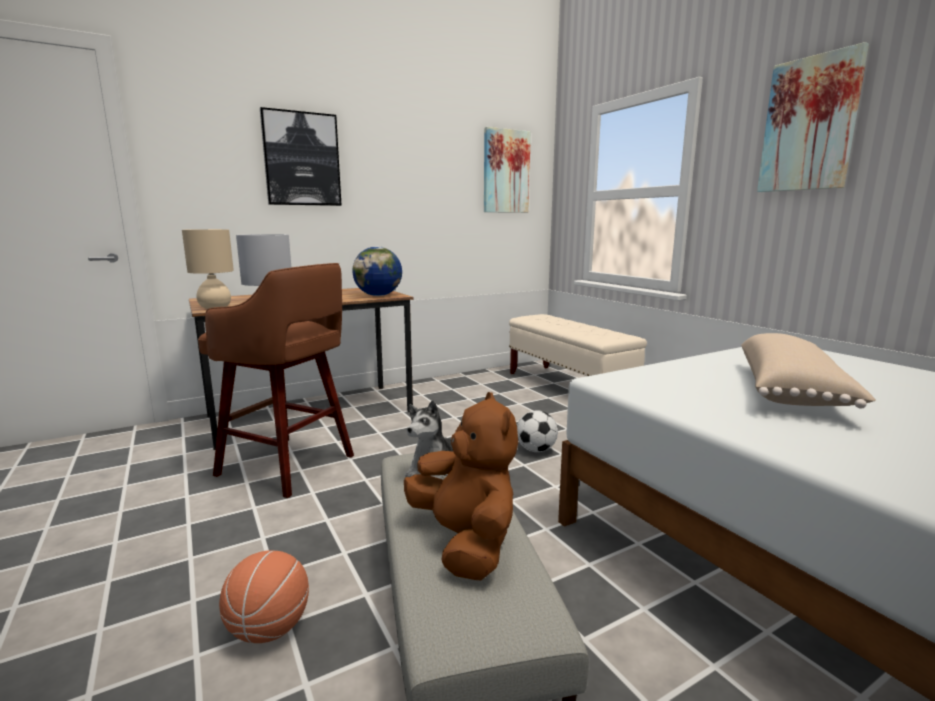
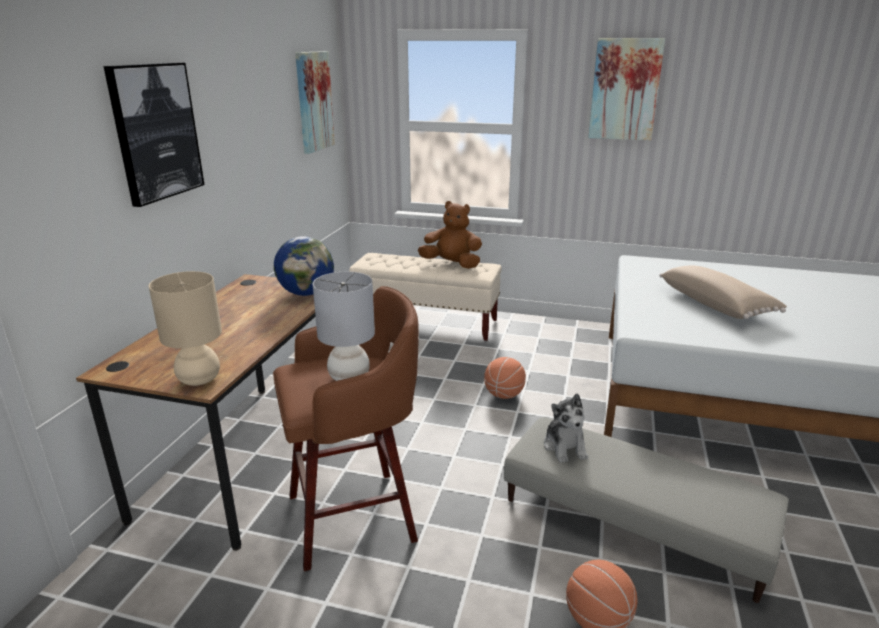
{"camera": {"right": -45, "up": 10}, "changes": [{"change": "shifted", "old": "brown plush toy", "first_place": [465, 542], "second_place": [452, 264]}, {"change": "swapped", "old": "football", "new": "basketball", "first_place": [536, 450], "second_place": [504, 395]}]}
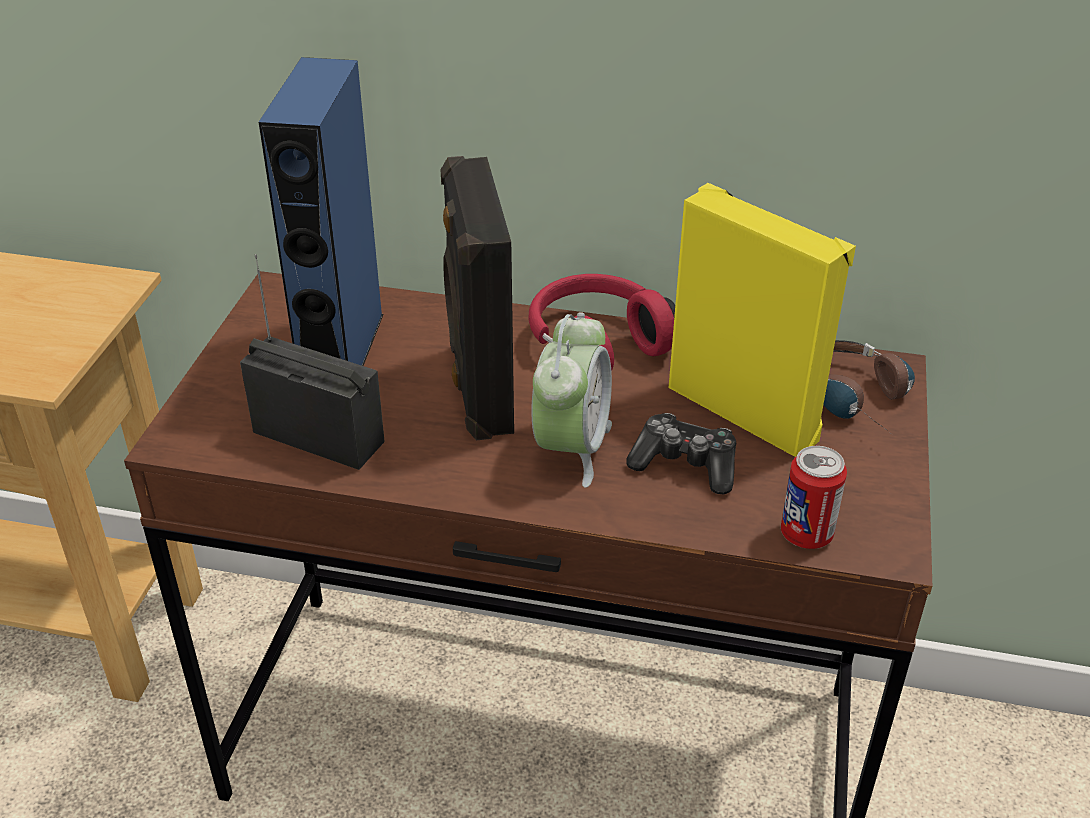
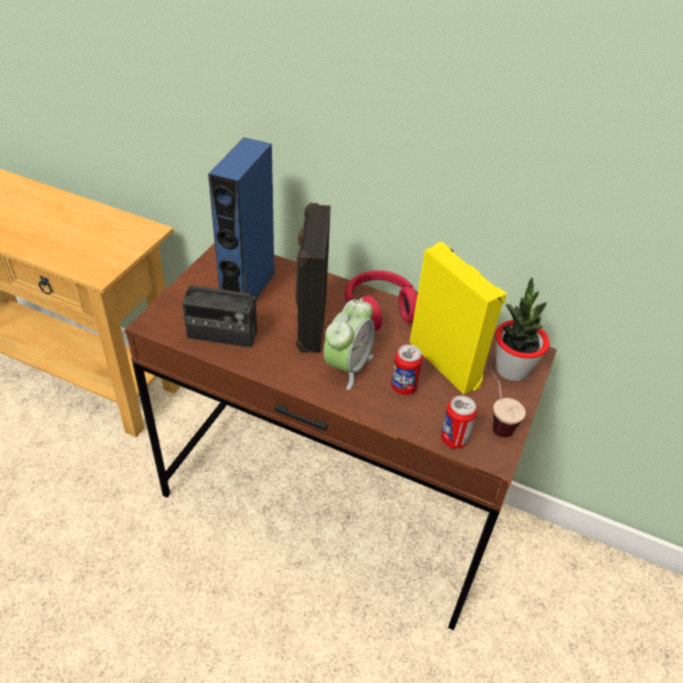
{"camera": {"right": 10, "up": 5}, "changes": [{"change": "rotated", "old": "radio", "first_place": [319, 436], "second_place": [222, 335], "degrees": 150}, {"change": "swapped", "old": "game controller", "new": "can", "first_place": [685, 465], "second_place": [403, 387]}, {"change": "new", "new": "cup", "second_place": [495, 420]}, {"change": "swapped", "old": "headphones", "new": "potted plant", "first_place": [862, 401], "second_place": [511, 369]}]}
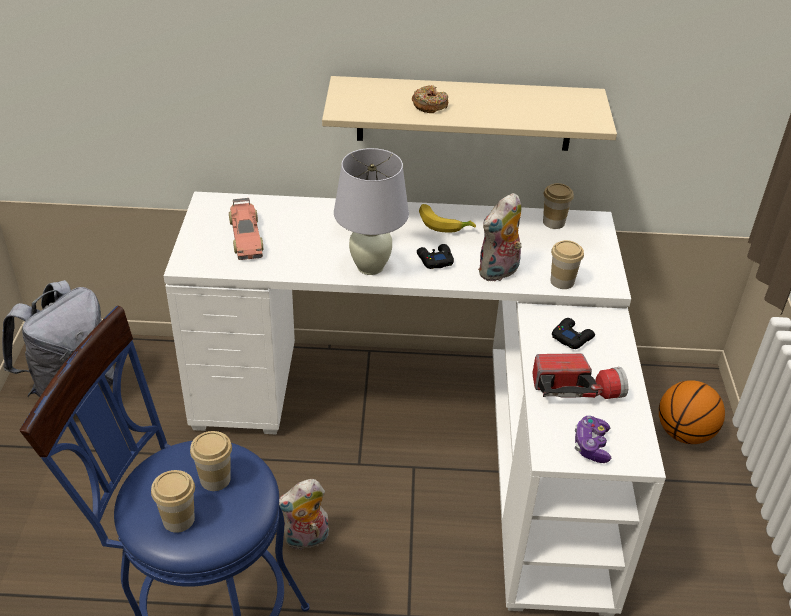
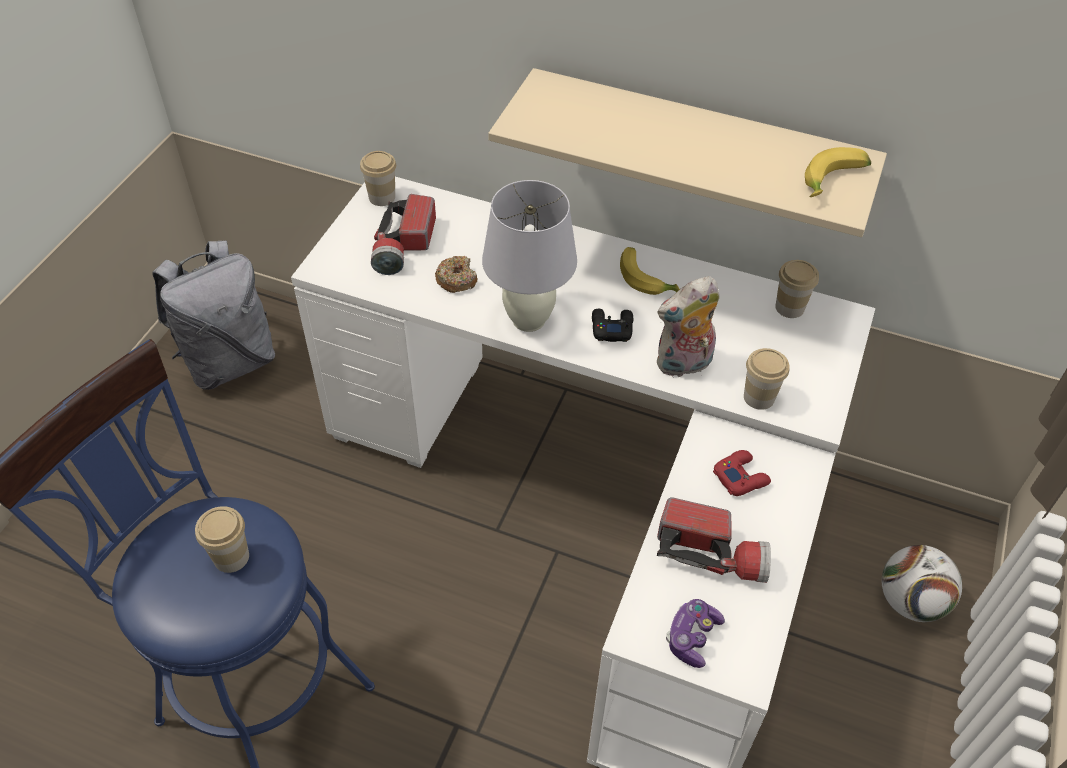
{"camera": {"right": 20, "up": 10}, "changes": [{"change": "shifted", "old": "cup", "first_place": [178, 519], "second_place": [382, 197]}, {"change": "swapped", "old": "toy car", "new": "flashlight", "first_place": [246, 237], "second_place": [404, 245]}, {"change": "shifted", "old": "donut", "first_place": [429, 105], "second_place": [456, 279]}, {"change": "repainted", "old": "black game controller", "new": "red game controller", "first_place": [572, 337], "second_place": [741, 477]}, {"change": "new", "new": "banana", "second_place": [834, 182]}, {"change": "swapped", "old": "basketball", "new": "football", "first_place": [683, 433], "second_place": [910, 601]}, {"change": "gone", "old": "plush toy", "first_place": [306, 540]}]}
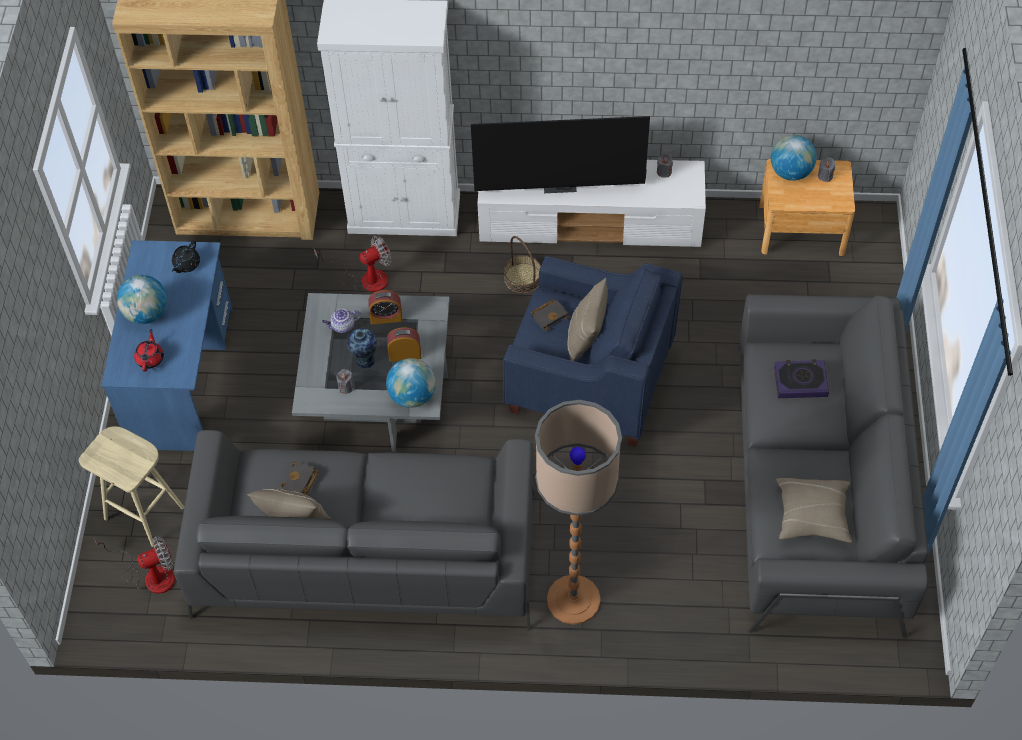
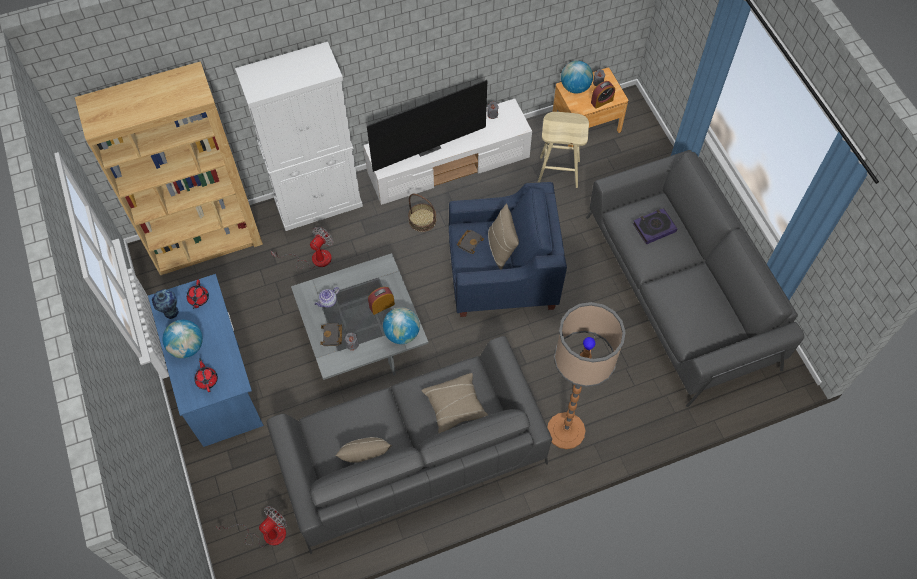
{"camera": {"right": -25, "up": 5}, "changes": [{"change": "shifted", "old": "vase", "first_place": [364, 361], "second_place": [171, 313]}, {"change": "repainted", "old": "black teapot", "new": "red teapot", "first_place": [186, 264], "second_place": [198, 299]}, {"change": "shifted", "old": "black book", "first_place": [300, 481], "second_place": [332, 336]}, {"change": "shifted", "old": "beige pillow", "first_place": [812, 516], "second_place": [455, 407]}, {"change": "shifted", "old": "beige stool", "first_place": [145, 513], "second_place": [559, 171]}, {"change": "shifted", "old": "alarm clock", "first_place": [386, 317], "second_place": [602, 101]}]}
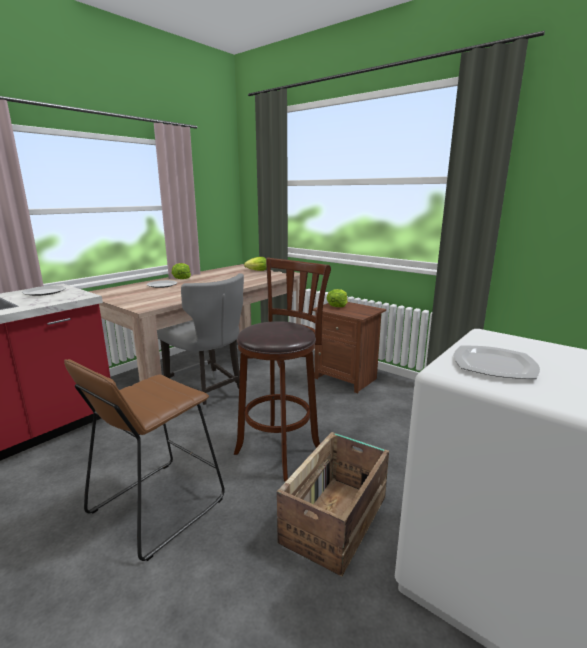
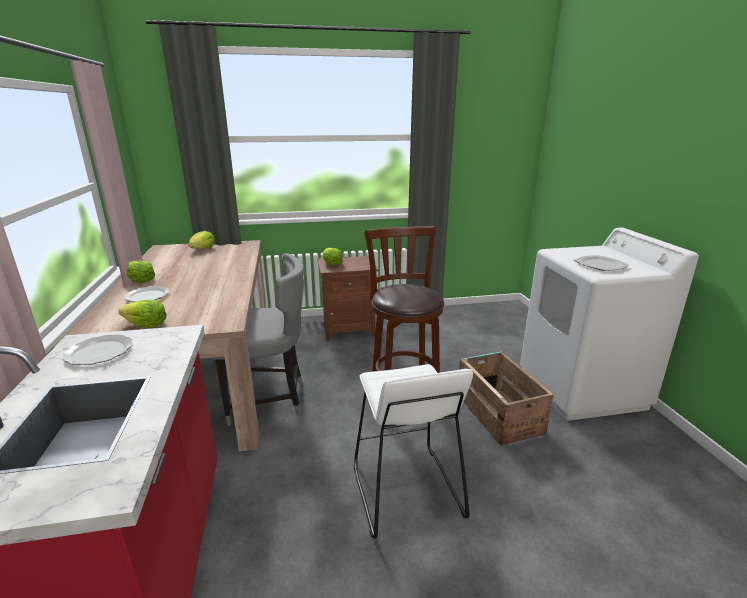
{"camera": {"right": -50, "up": 5}, "changes": [{"change": "new", "new": "lettuce", "second_place": [146, 325]}, {"change": "repainted", "old": "brown stool", "new": "white stool", "first_place": [157, 505], "second_place": [405, 490]}]}
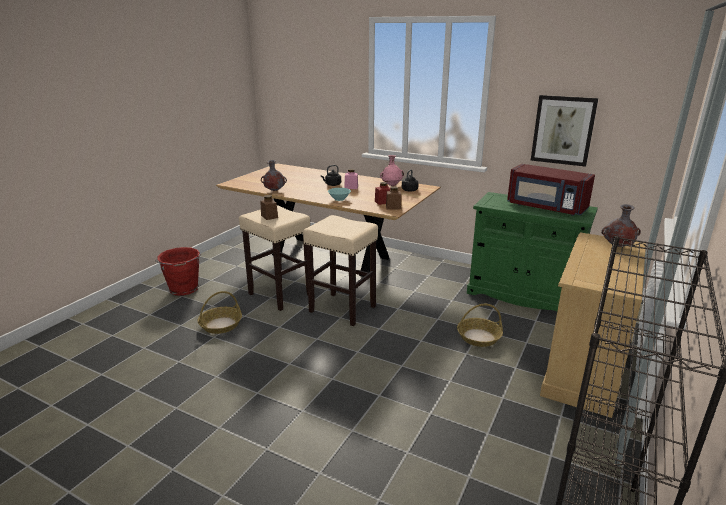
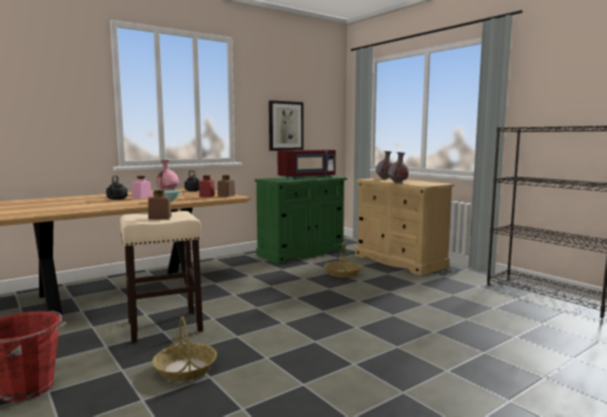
{"camera": {"right": -65, "up": -15}, "changes": [{"change": "shifted", "old": "grey vase", "first_place": [274, 191], "second_place": [397, 182]}, {"change": "gone", "old": "beige stool", "first_place": [341, 309]}]}
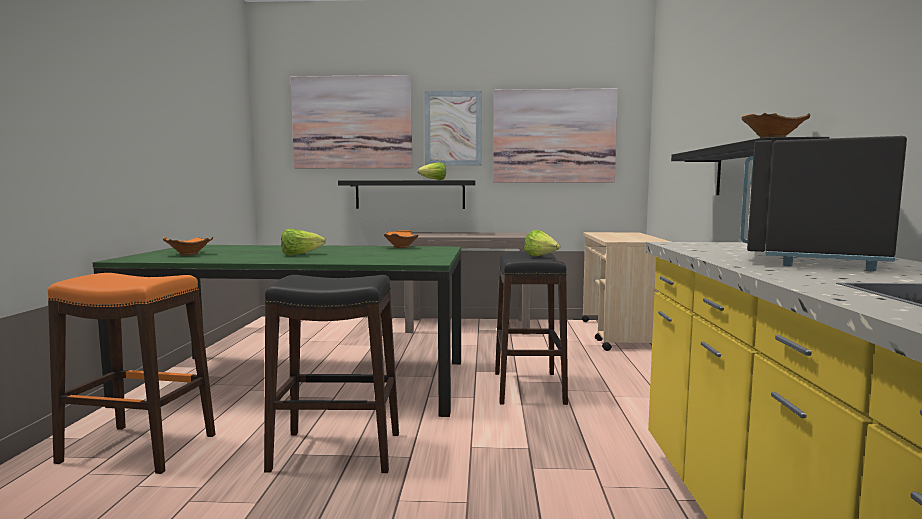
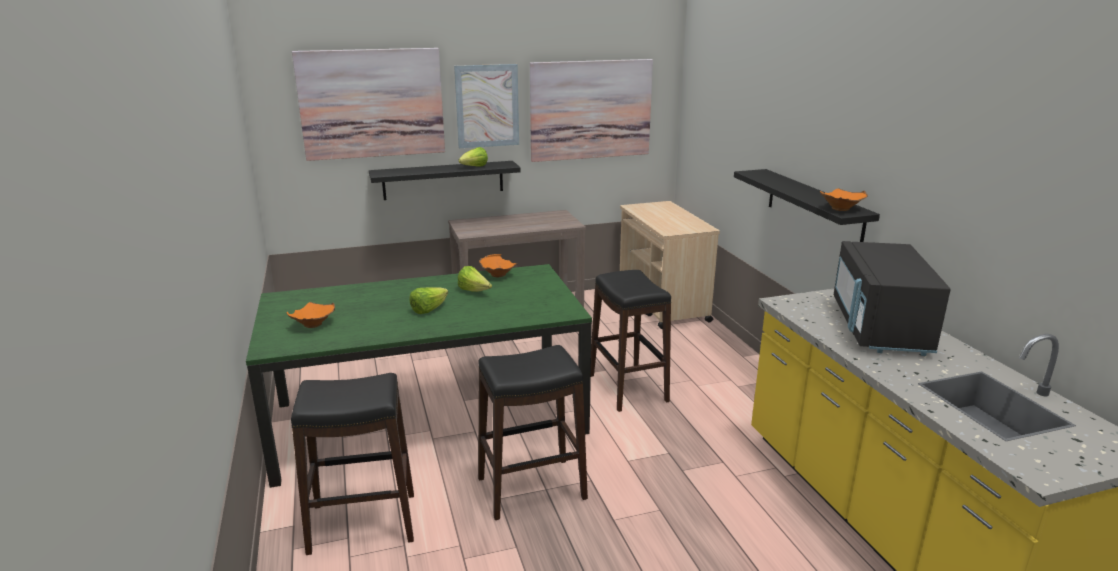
{"camera": {"right": -20, "up": 15}, "changes": [{"change": "repainted", "old": "orange stool", "new": "black stool", "first_place": [138, 448], "second_place": [362, 523]}, {"change": "shifted", "old": "lettuce", "first_place": [541, 257], "second_place": [474, 291]}]}
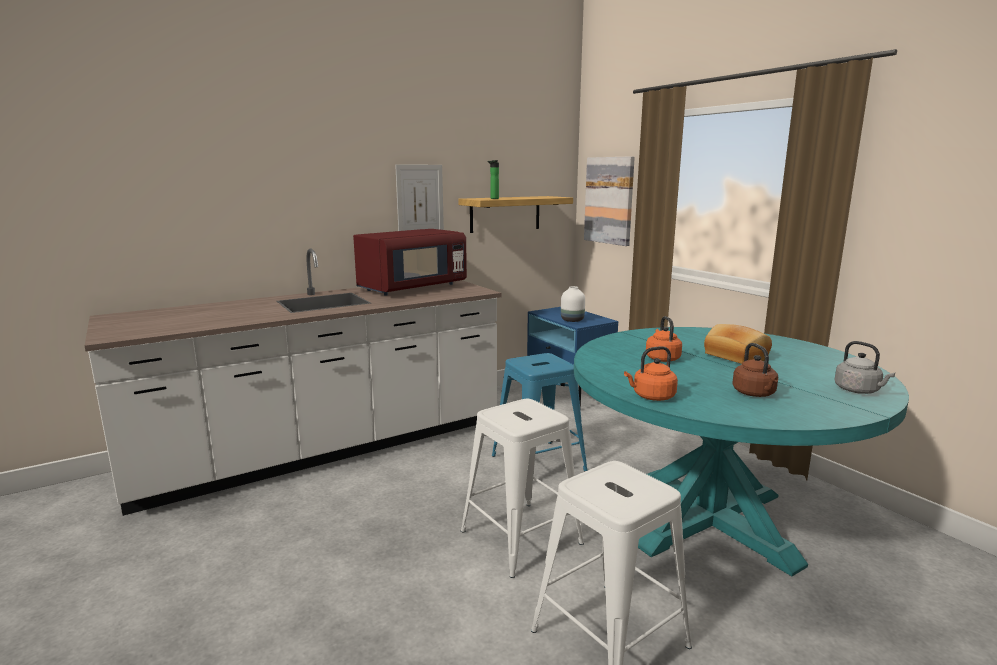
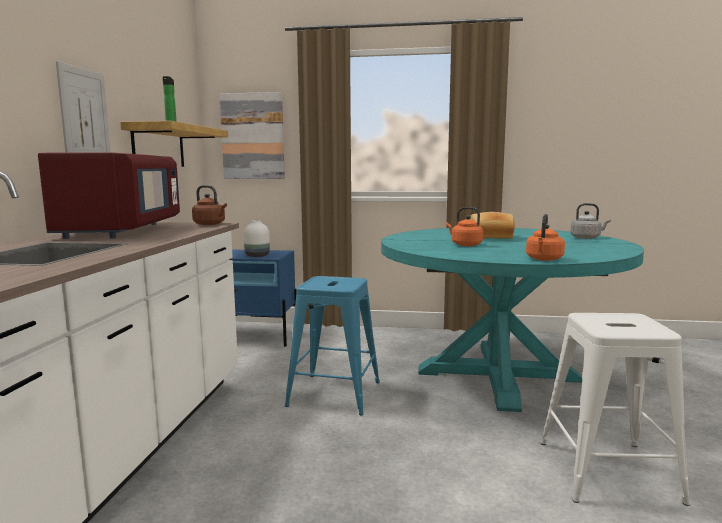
{"camera": {"right": -50, "up": -5}, "changes": [{"change": "shifted", "old": "brown kettle", "first_place": [755, 394], "second_place": [210, 224]}, {"change": "gone", "old": "white stool", "first_place": [522, 537]}]}
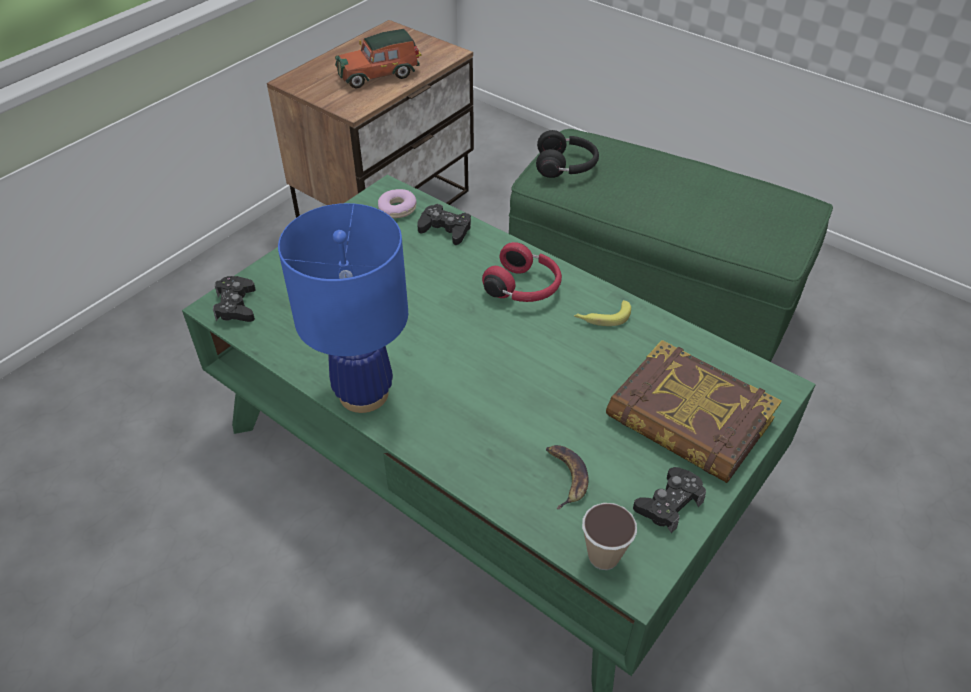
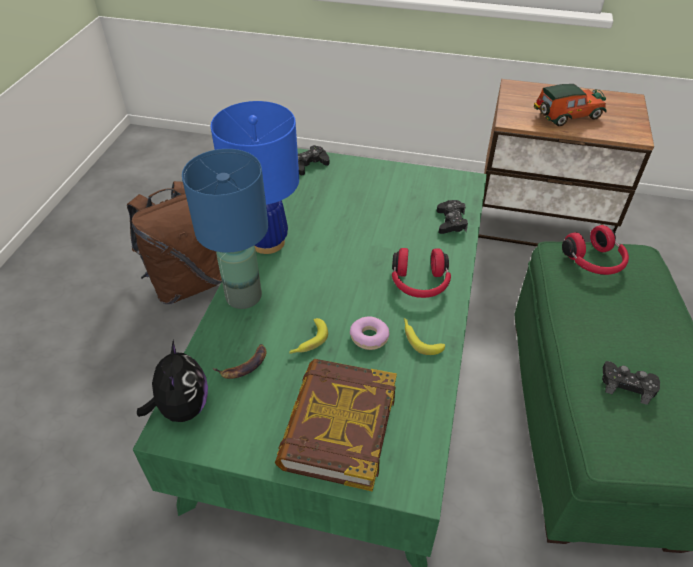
{"camera": {"right": 65, "up": 0}, "changes": [{"change": "new", "new": "brown backpack", "second_place": [187, 283]}, {"change": "swapped", "old": "cup", "new": "plush toy", "first_place": [603, 556], "second_place": [182, 407]}, {"change": "new", "new": "blue table lamp", "second_place": [243, 297]}, {"change": "new", "new": "banana", "second_place": [308, 341]}, {"change": "shifted", "old": "donut", "first_place": [397, 209], "second_place": [369, 337]}, {"change": "rotated", "old": "toy car", "first_place": [380, 74], "second_place": [566, 116], "degrees": 120}, {"change": "repainted", "old": "black headphones", "new": "red headphones", "first_place": [566, 167], "second_place": [594, 262]}, {"change": "shifted", "old": "black game controller", "first_place": [669, 503], "second_place": [627, 385]}]}
